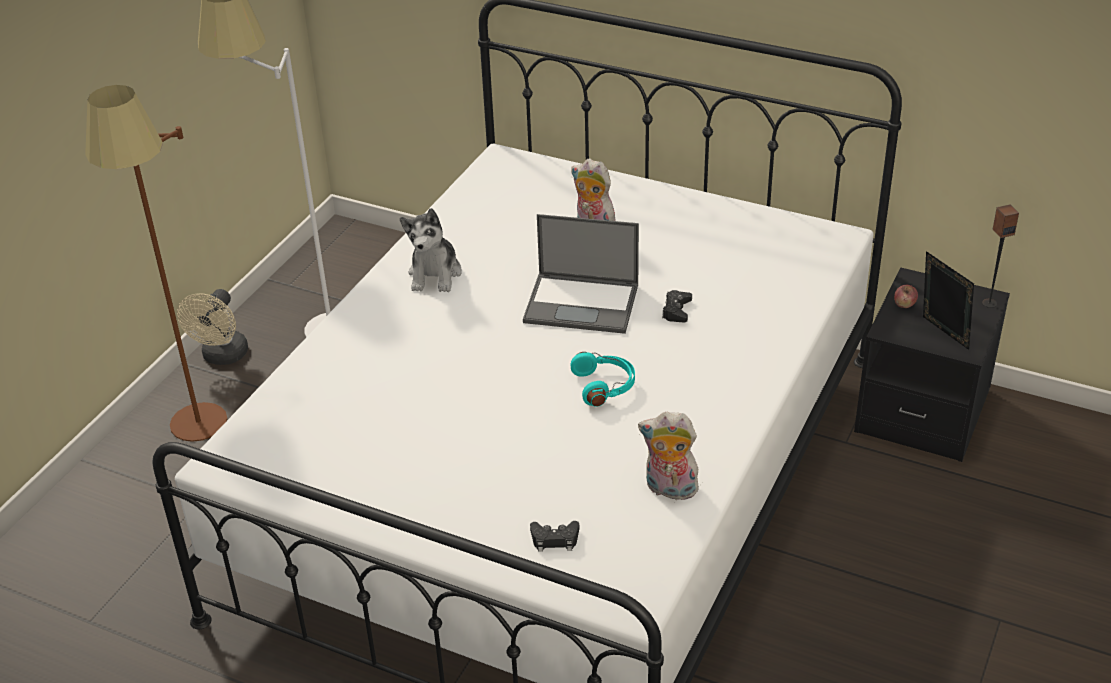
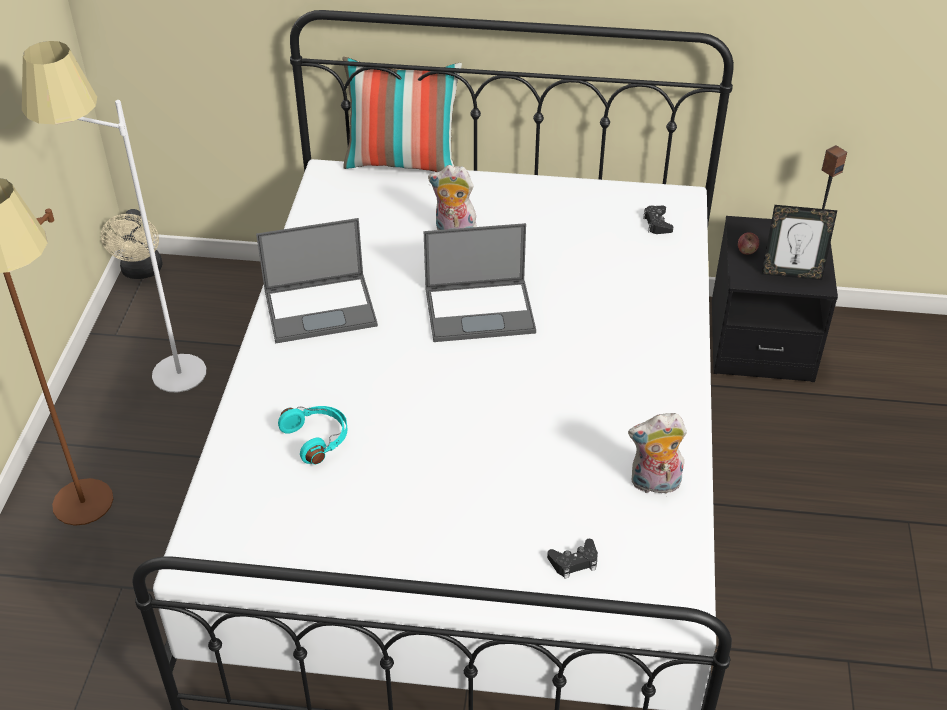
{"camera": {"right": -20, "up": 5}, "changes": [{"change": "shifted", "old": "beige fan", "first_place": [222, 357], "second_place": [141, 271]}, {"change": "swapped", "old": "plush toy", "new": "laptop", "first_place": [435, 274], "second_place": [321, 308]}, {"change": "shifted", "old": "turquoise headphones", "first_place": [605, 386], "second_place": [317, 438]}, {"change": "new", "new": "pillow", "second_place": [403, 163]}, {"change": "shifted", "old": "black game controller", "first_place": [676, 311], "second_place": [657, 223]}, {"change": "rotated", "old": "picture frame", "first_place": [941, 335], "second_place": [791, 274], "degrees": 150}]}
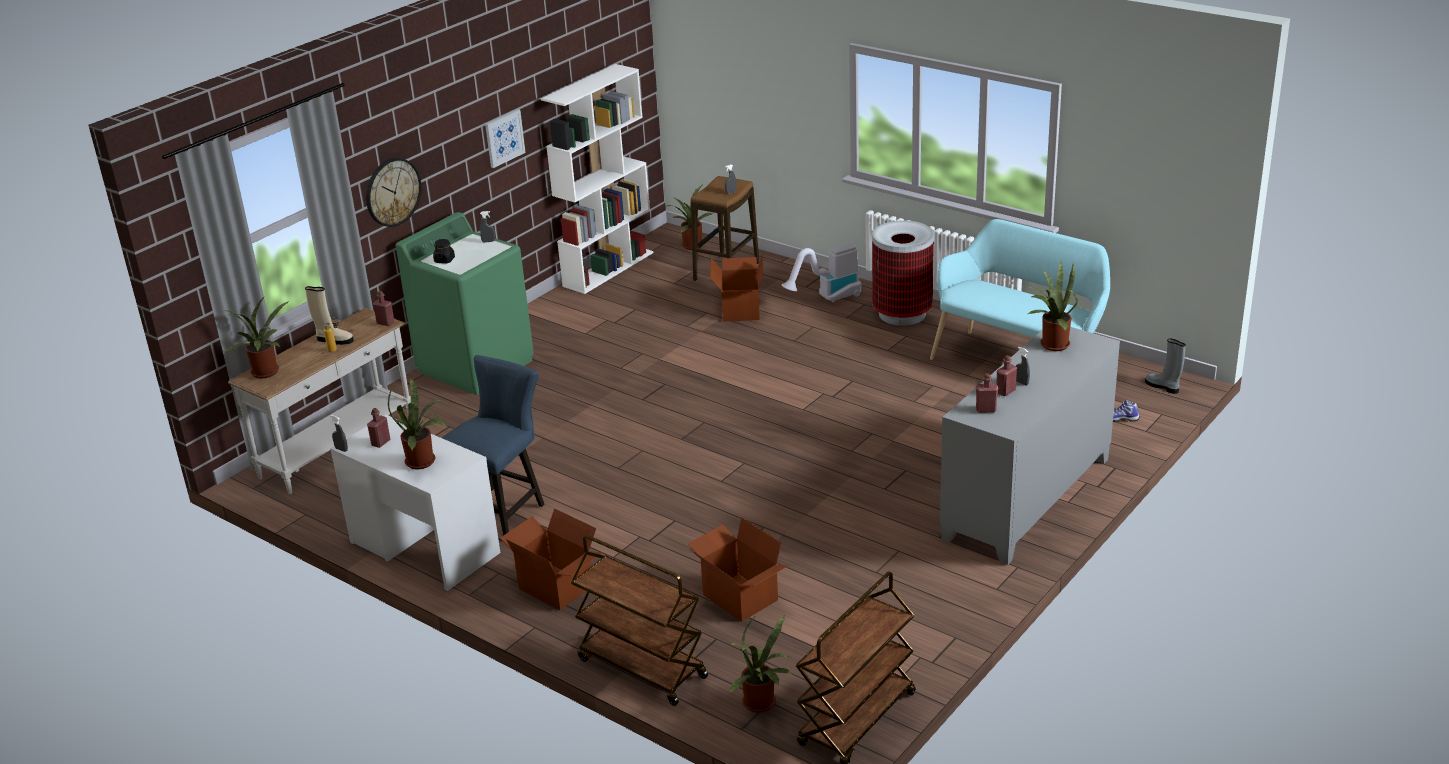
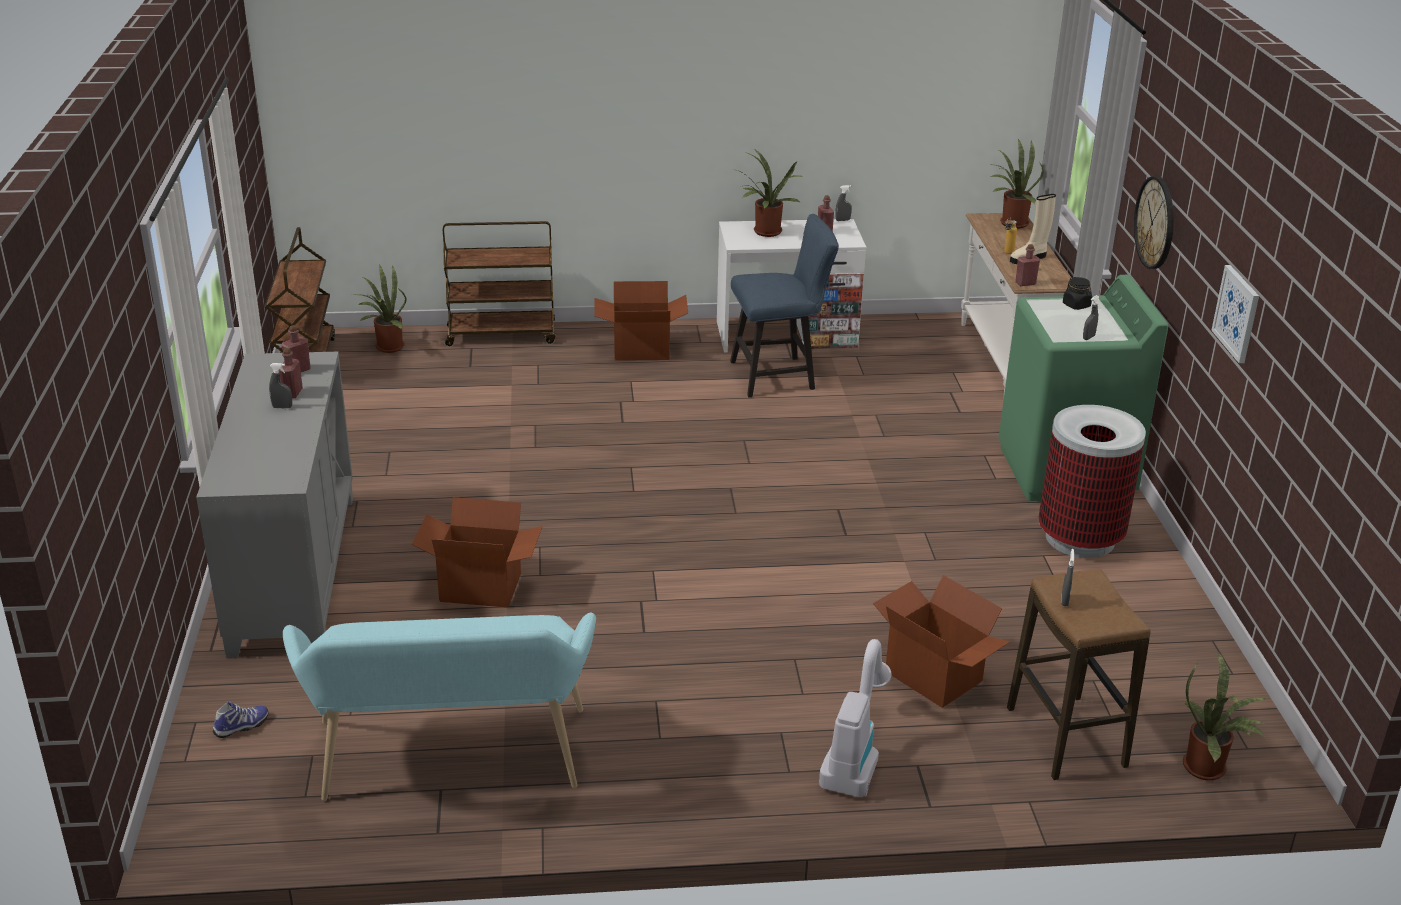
{"camera": {"right": 135, "up": 0}, "changes": [{"change": "shifted", "old": "cardboard box", "first_place": [739, 598], "second_place": [481, 587]}, {"change": "rotated", "old": "blue chair", "first_place": [502, 510], "second_place": [779, 375], "degrees": -90}, {"change": "shifted", "old": "trash can", "first_place": [902, 314], "second_place": [1080, 538]}, {"change": "gone", "old": "white bookcase", "first_place": [608, 269]}, {"change": "gone", "old": "potted plant", "first_place": [1051, 344]}, {"change": "gone", "old": "grey boot", "first_place": [1163, 387]}]}
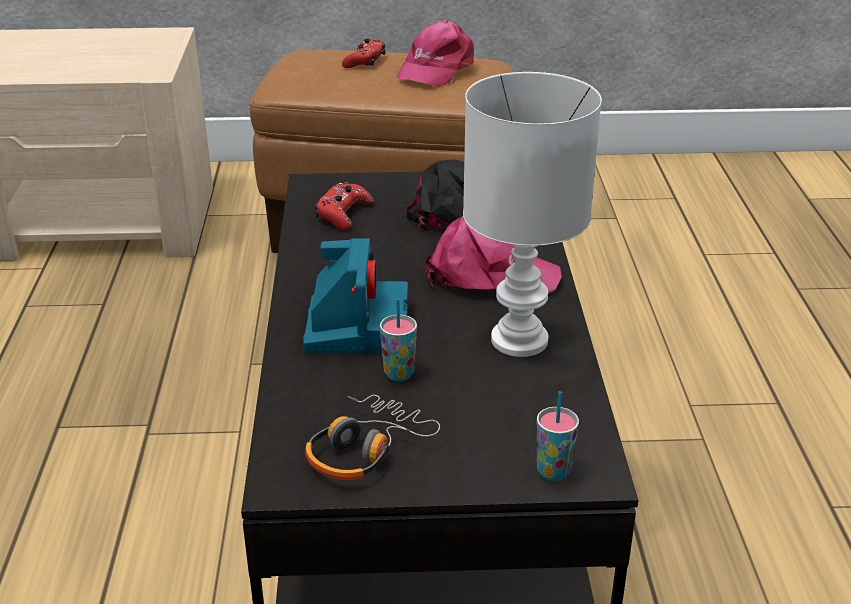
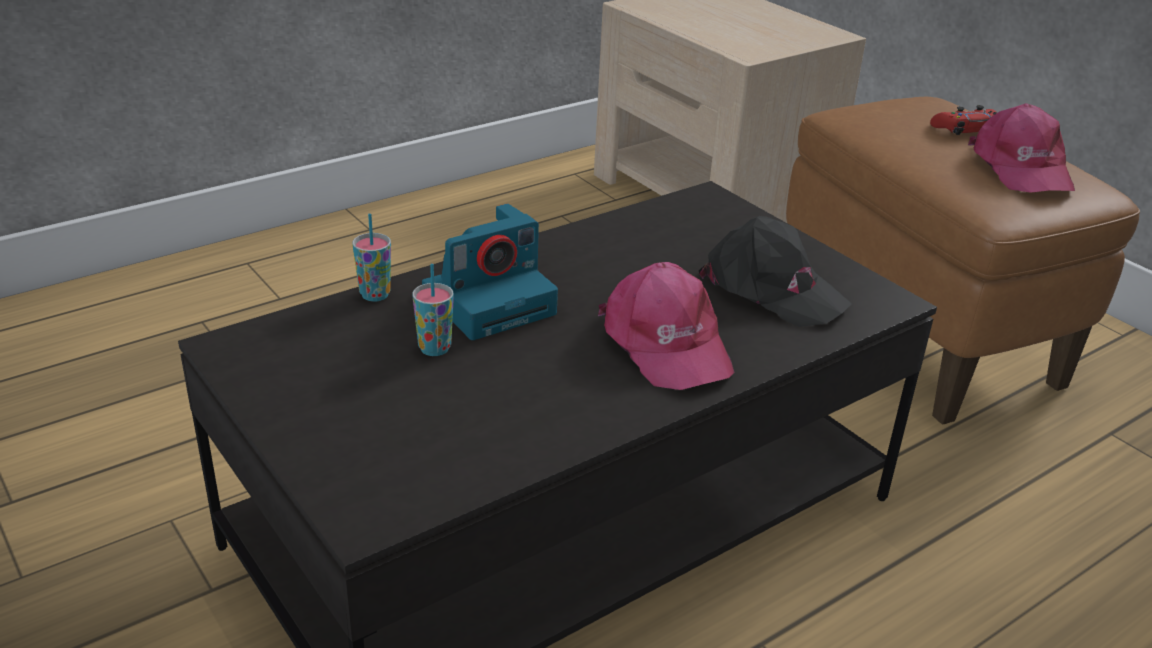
{"camera": {"right": 55, "up": 0}, "changes": [{"change": "shifted", "old": "cup", "first_place": [553, 472], "second_place": [375, 295]}, {"change": "rotated", "old": "pink cap", "first_place": [436, 69], "second_place": [1020, 168], "degrees": -90}, {"change": "gone", "old": "headphones", "first_place": [365, 449]}, {"change": "gone", "old": "red game controller", "first_place": [343, 214]}, {"change": "gone", "old": "white table lamp", "first_place": [519, 339]}]}
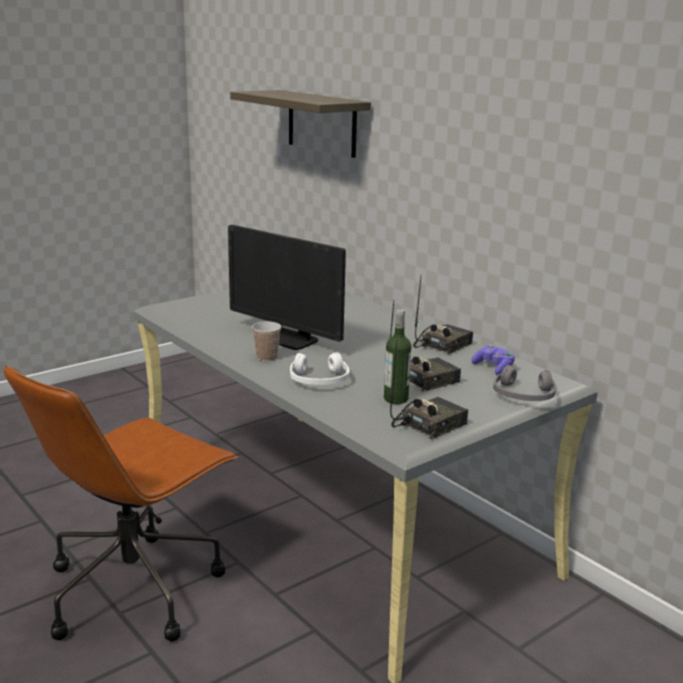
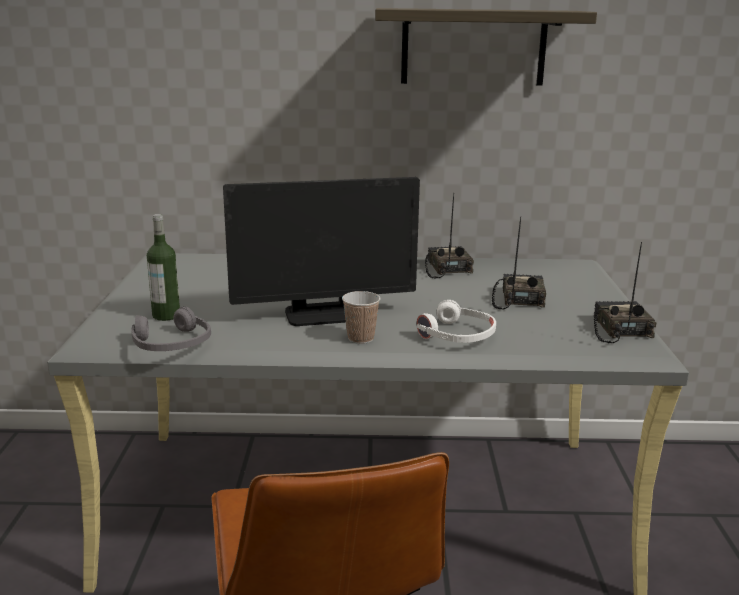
{"camera": {"right": -50, "up": 0}, "changes": [{"change": "shifted", "old": "grey headphones", "first_place": [523, 395], "second_place": [171, 344]}, {"change": "shifted", "old": "bottle", "first_place": [396, 399], "second_place": [166, 315]}, {"change": "shifted", "old": "shelf", "first_place": [321, 123], "second_place": [473, 47]}, {"change": "gone", "old": "purple game controller", "first_place": [494, 368]}]}
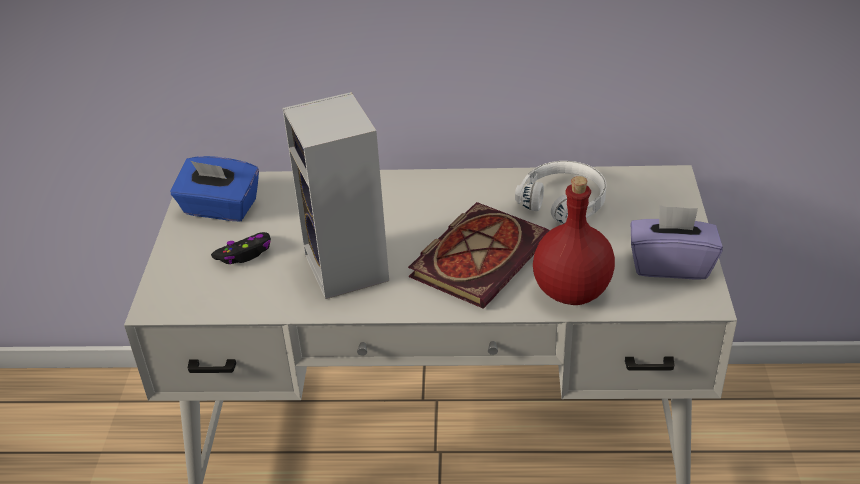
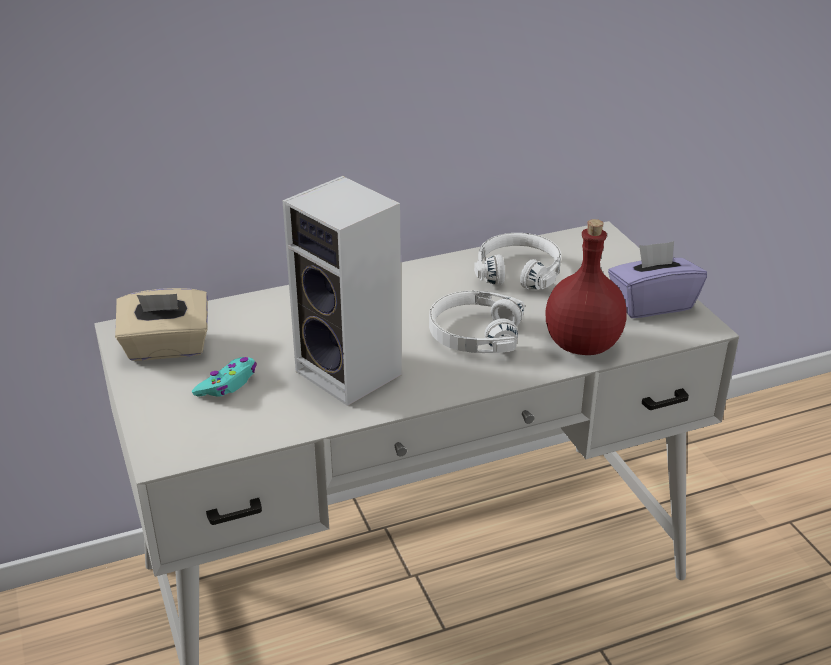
{"camera": {"right": -25, "up": -5}, "changes": [{"change": "repainted", "old": "blue tissue box", "new": "beige tissue box", "first_place": [220, 208], "second_place": [166, 348]}, {"change": "repainted", "old": "black game controller", "new": "turquoise game controller", "first_place": [245, 254], "second_place": [228, 384]}, {"change": "swapped", "old": "book", "new": "white headphones", "first_place": [479, 256], "second_place": [474, 334]}]}
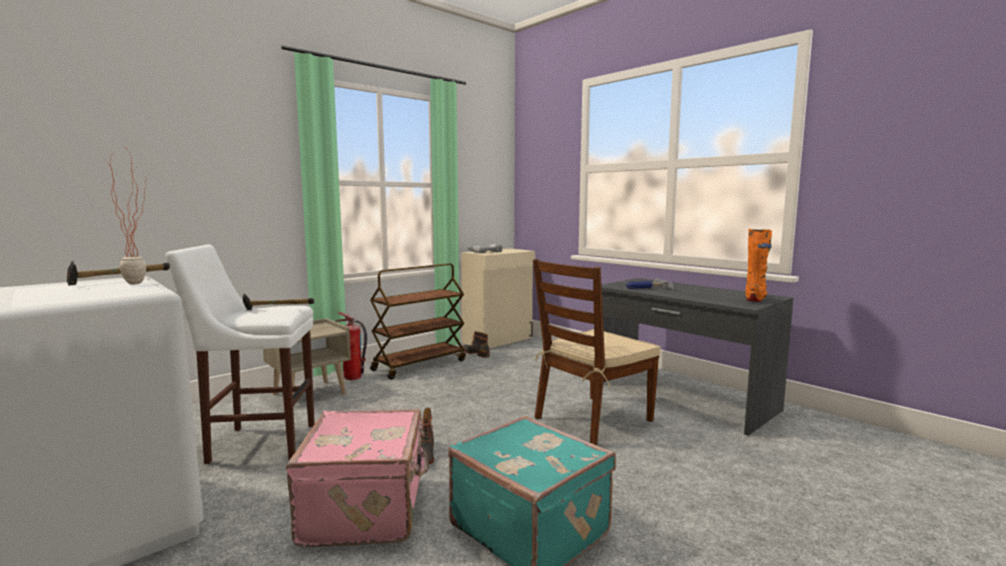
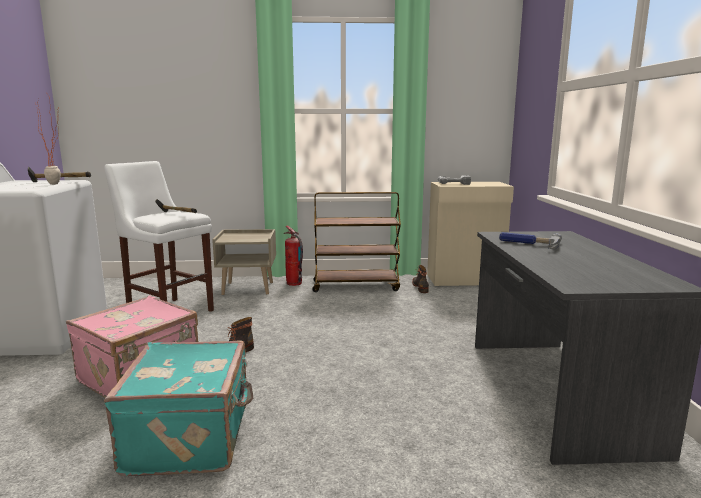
{"camera": {"right": 40, "up": 5}, "changes": [{"change": "gone", "old": "brown chair", "first_place": [592, 419]}, {"change": "gone", "old": "orange boot", "first_place": [755, 299]}]}
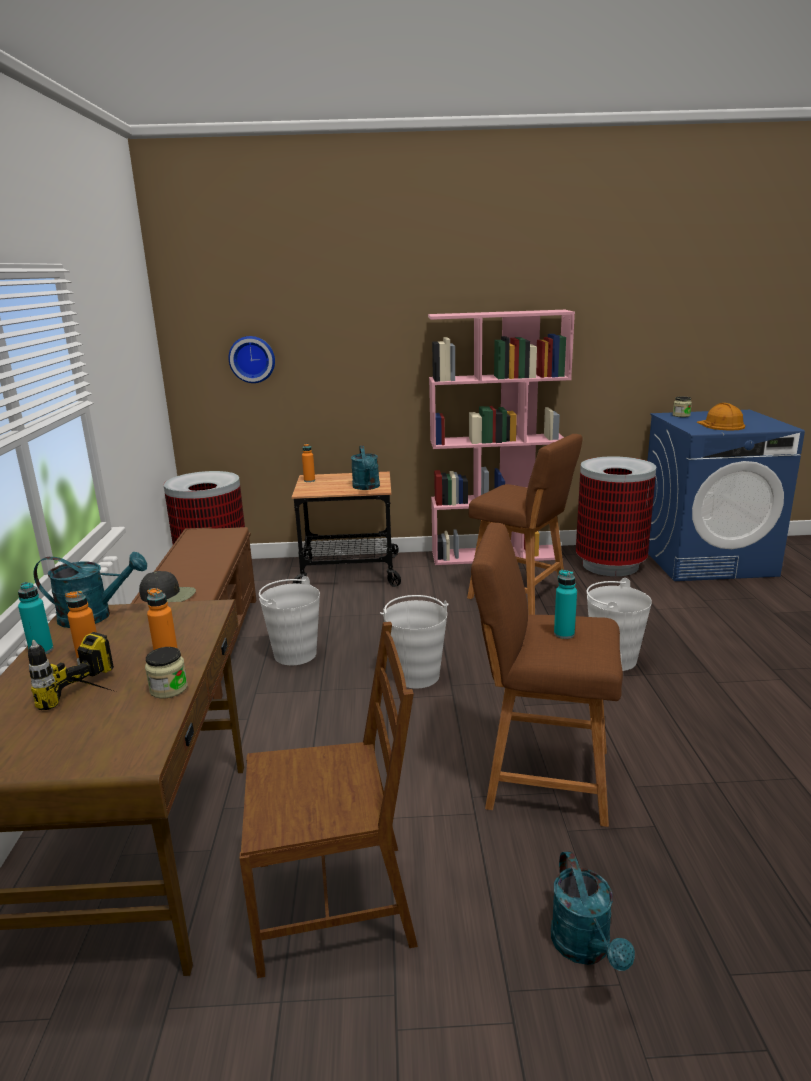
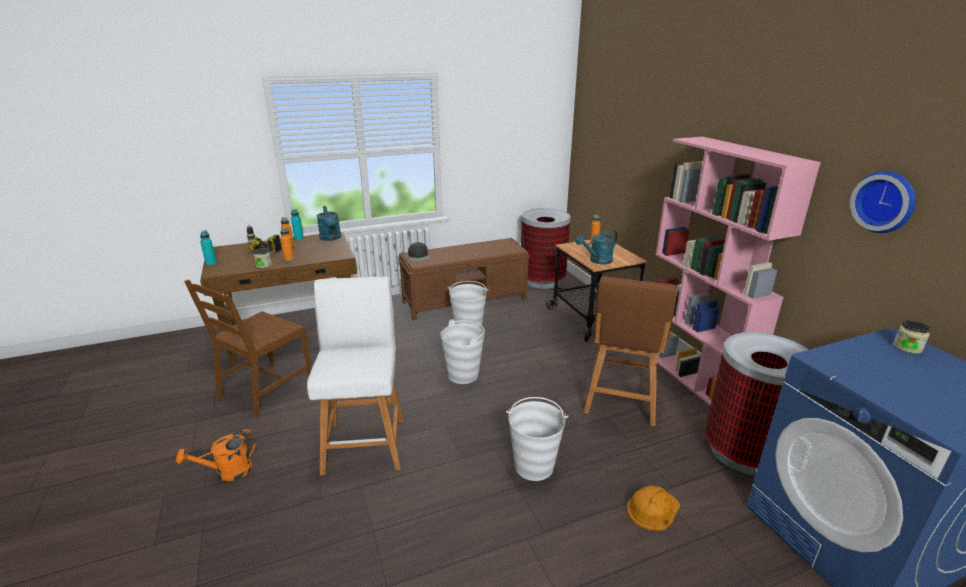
{"camera": {"right": 70, "up": 5}, "changes": [{"change": "repainted", "old": "turquoise watering can", "new": "orange watering can", "first_place": [585, 948], "second_place": [228, 472]}, {"change": "rotated", "old": "brown chair", "first_place": [335, 902], "second_place": [265, 390], "degrees": 60}, {"change": "shifted", "old": "turquoise bottle", "first_place": [564, 634], "second_place": [211, 263]}, {"change": "repainted", "old": "brown stool", "new": "white stool", "first_place": [540, 777], "second_place": [365, 441]}, {"change": "shifted", "old": "orange hard hat", "first_place": [720, 425], "second_place": [652, 509]}, {"change": "shifted", "old": "wall clock", "first_place": [252, 359], "second_place": [885, 201]}]}
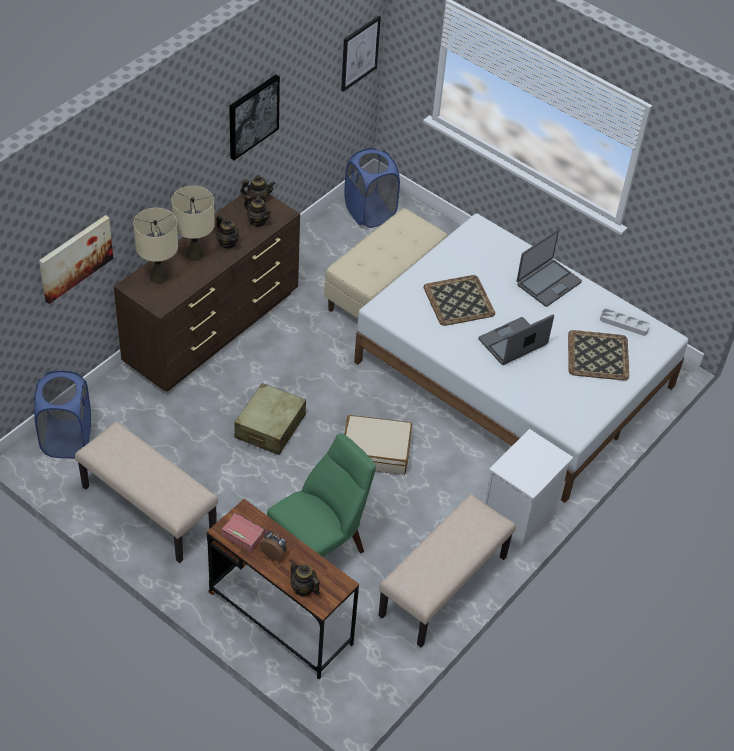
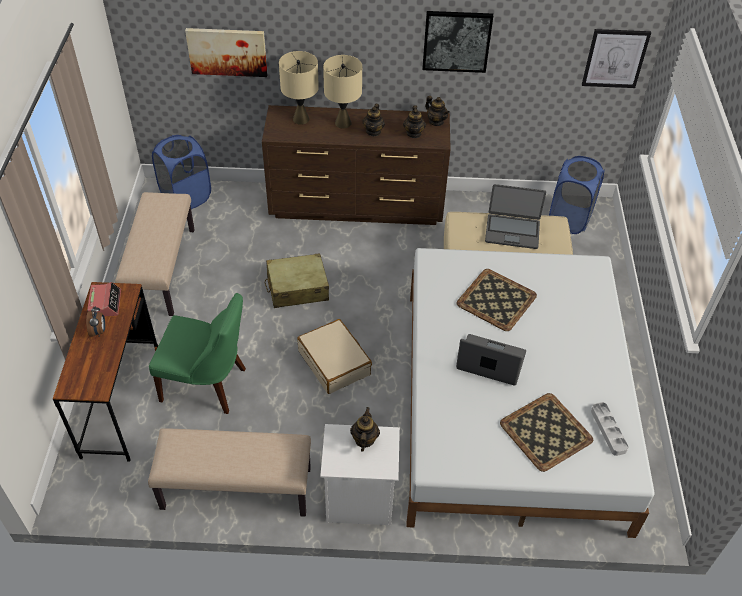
{"camera": {"right": 55, "up": 0}, "changes": [{"change": "shifted", "old": "teapot", "first_place": [303, 588], "second_place": [364, 439]}, {"change": "shifted", "old": "laptop", "first_place": [548, 283], "second_place": [512, 231]}]}
